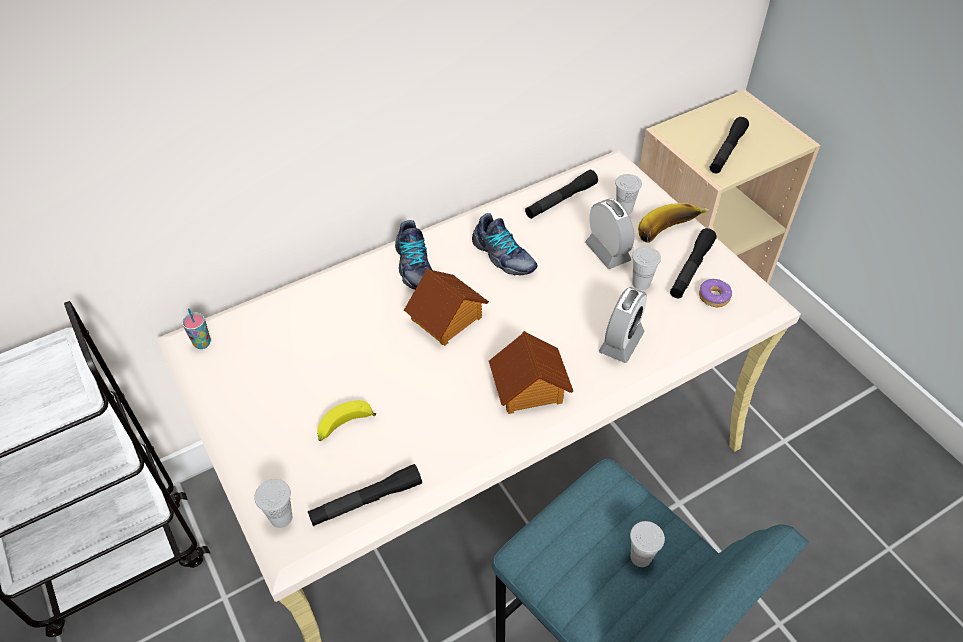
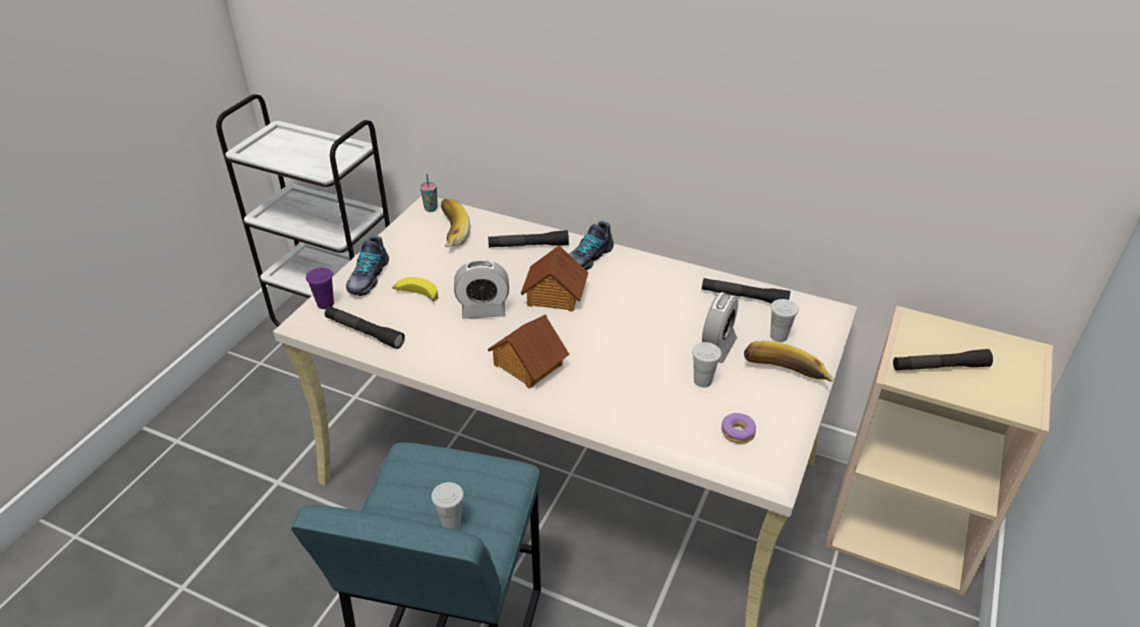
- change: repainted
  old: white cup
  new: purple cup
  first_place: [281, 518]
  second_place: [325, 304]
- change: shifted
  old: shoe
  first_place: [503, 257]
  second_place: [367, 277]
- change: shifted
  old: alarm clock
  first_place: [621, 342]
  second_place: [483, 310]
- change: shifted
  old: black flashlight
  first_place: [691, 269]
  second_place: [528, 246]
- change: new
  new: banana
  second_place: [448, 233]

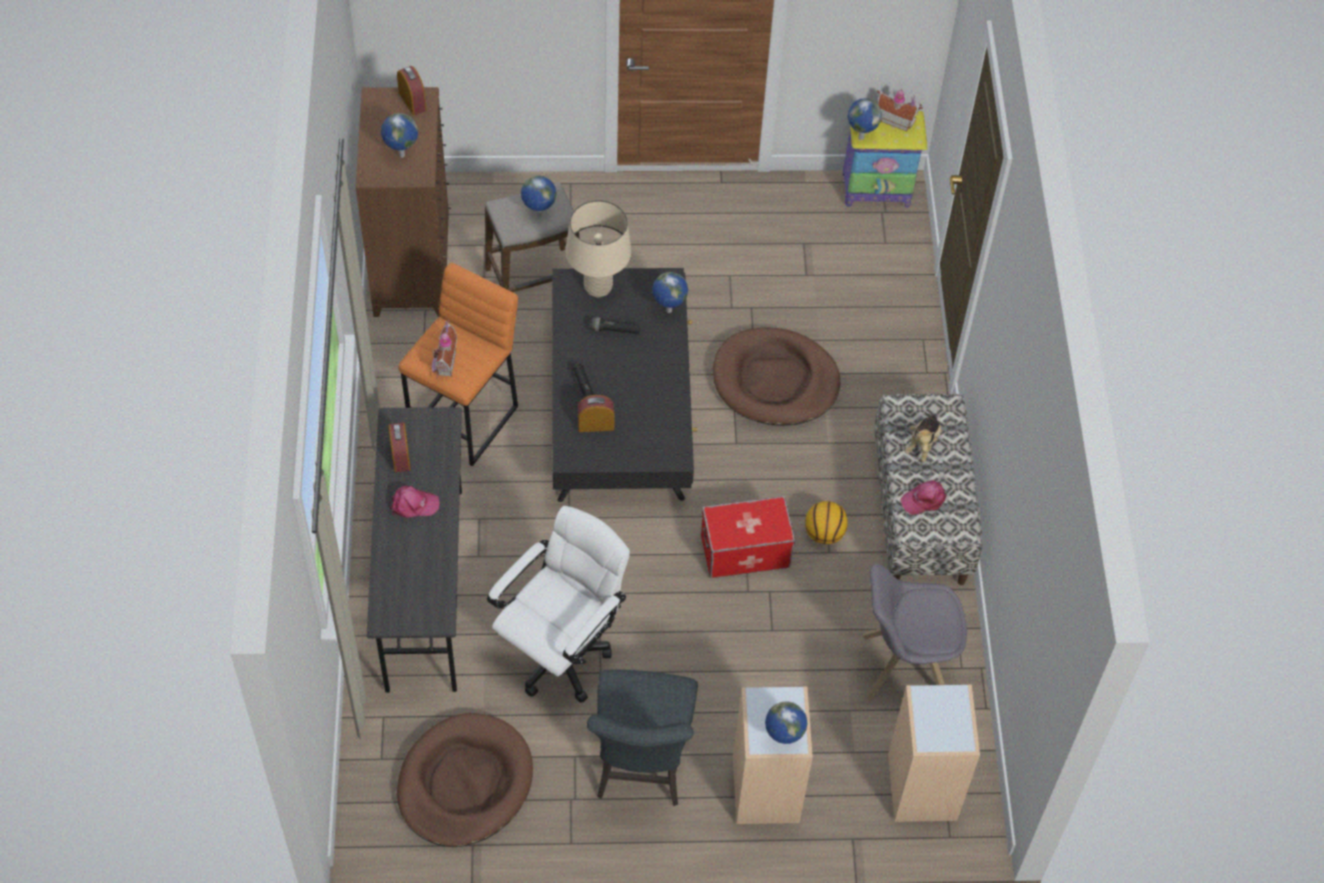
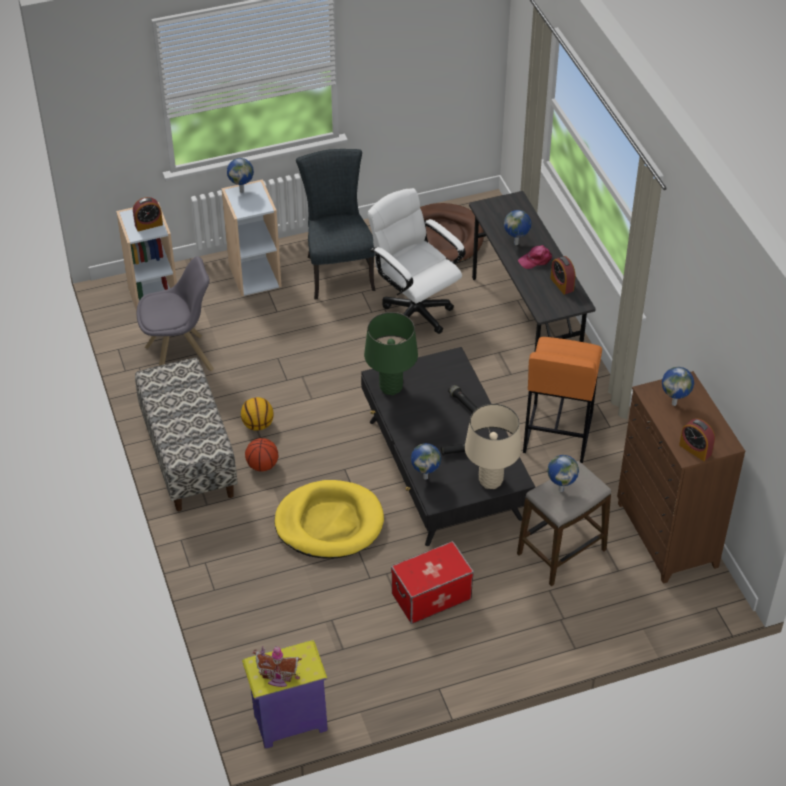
- change: gone
  old: toy house
  first_place: [443, 364]
- change: rotated
  old: white office chair
  first_place: [563, 654]
  second_place: [413, 312]
  degrees: 120
- change: shifted
  old: alarm clock
  first_place: [596, 425]
  second_place: [148, 224]
- change: shifted
  old: storage box
  first_place: [745, 551]
  second_place: [431, 595]
- change: repainted
  old: brown dog bed
  new: yellow dog bed
  first_place: [775, 381]
  second_place: [329, 523]
- change: shifted
  old: globe
  first_place: [860, 137]
  second_place: [516, 243]
- change: gone
  old: pink cap
  first_place: [924, 499]
- change: gone
  old: plush toy
  first_place: [923, 443]
- change: new
  new: basketball
  second_place: [262, 465]
- change: new
  new: green table lamp
  second_place: [391, 387]

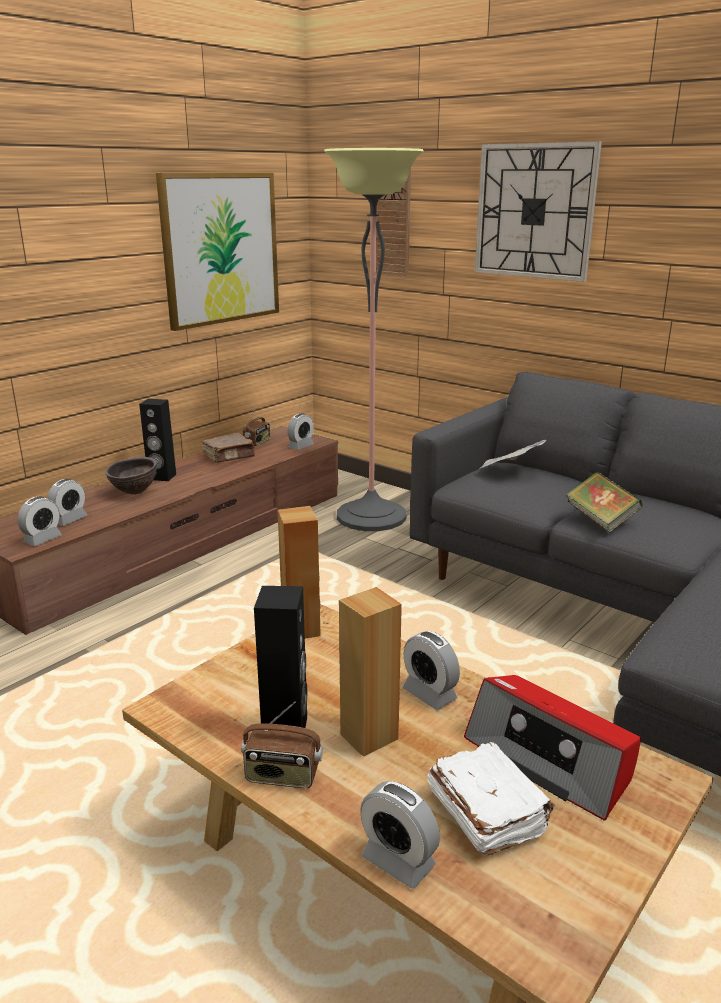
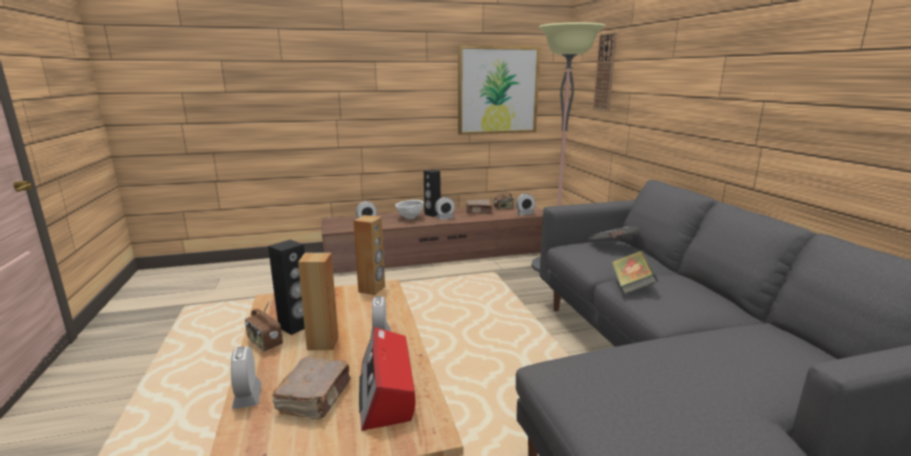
- change: shifted
  old: alarm clock
  first_place: [42, 539]
  second_place: [445, 218]
- change: repainted
  old: brown bowl
  new: white bowl
  first_place: [134, 492]
  second_place: [410, 218]
- change: repainted
  old: white book
  new: brown book
  first_place: [486, 812]
  second_place: [315, 397]
- change: gone
  old: wall clock
  first_place: [534, 211]

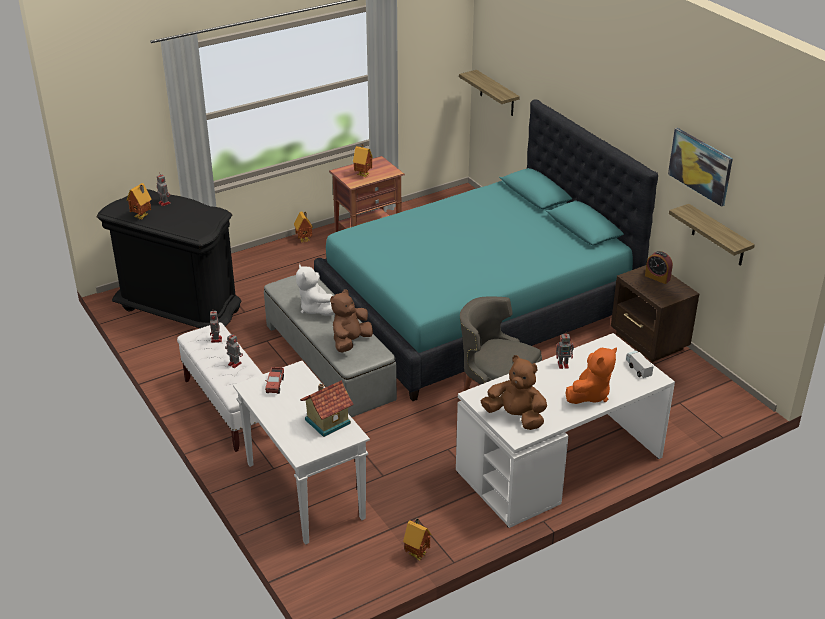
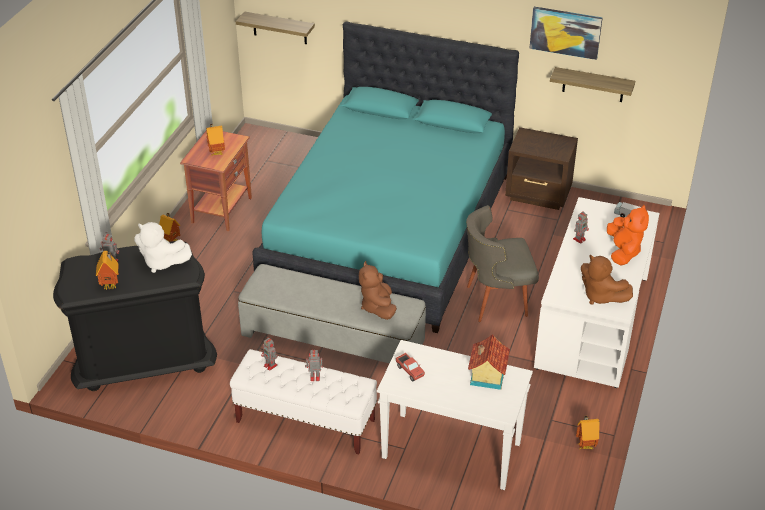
- change: shifted
  old: white plush toy
  first_place: [316, 309]
  second_place: [161, 262]
- change: rotated
  old: brown plush toy
  first_place: [515, 417]
  second_place: [600, 296]
  degrees: -120
- change: gone
  old: alarm clock
  first_place: [657, 277]

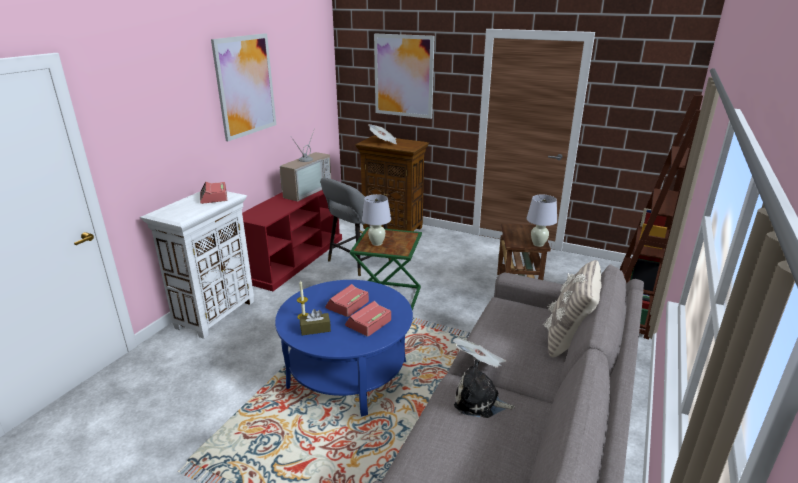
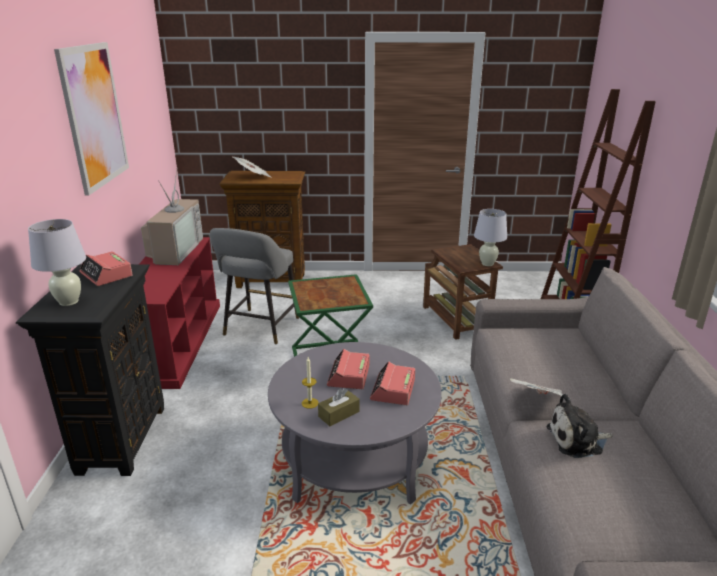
- change: repainted
  old: white cabinet
  new: black cabinet
  first_place: [216, 314]
  second_place: [121, 438]
- change: repainted
  old: blue coffee table
  new: grey coffee table
  first_place: [347, 374]
  second_place: [355, 461]
- change: shifted
  old: white table lamp
  first_place: [376, 243]
  second_place: [68, 302]
- change: gone
  old: picture
  first_place: [403, 76]
- change: gone
  old: beige pillow
  first_place: [566, 337]

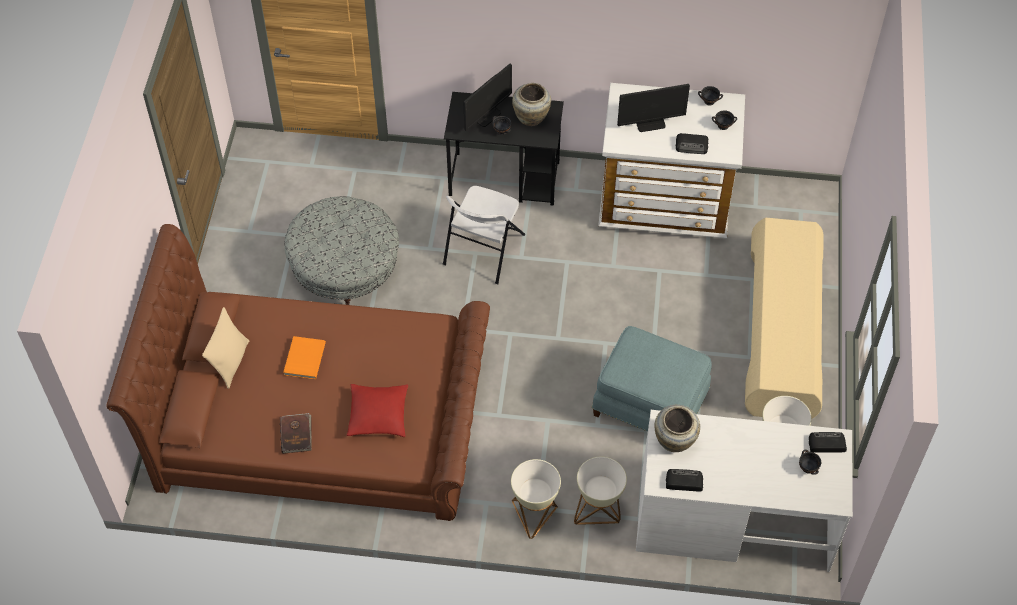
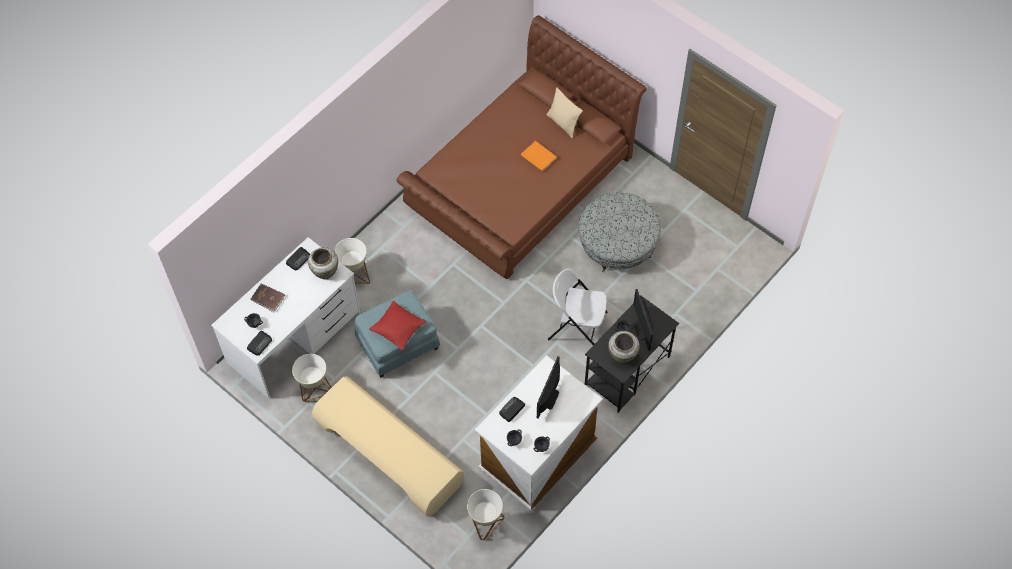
- change: shifted
  old: brown book
  first_place: [296, 434]
  second_place: [268, 298]
- change: shifted
  old: red pillow
  first_place: [378, 415]
  second_place: [398, 328]
- change: rotated
  old: white chair
  first_place: [483, 249]
  second_place: [577, 325]
  degrees: -45
- change: shifted
  old: planter
  first_place: [534, 514]
  second_place: [485, 524]

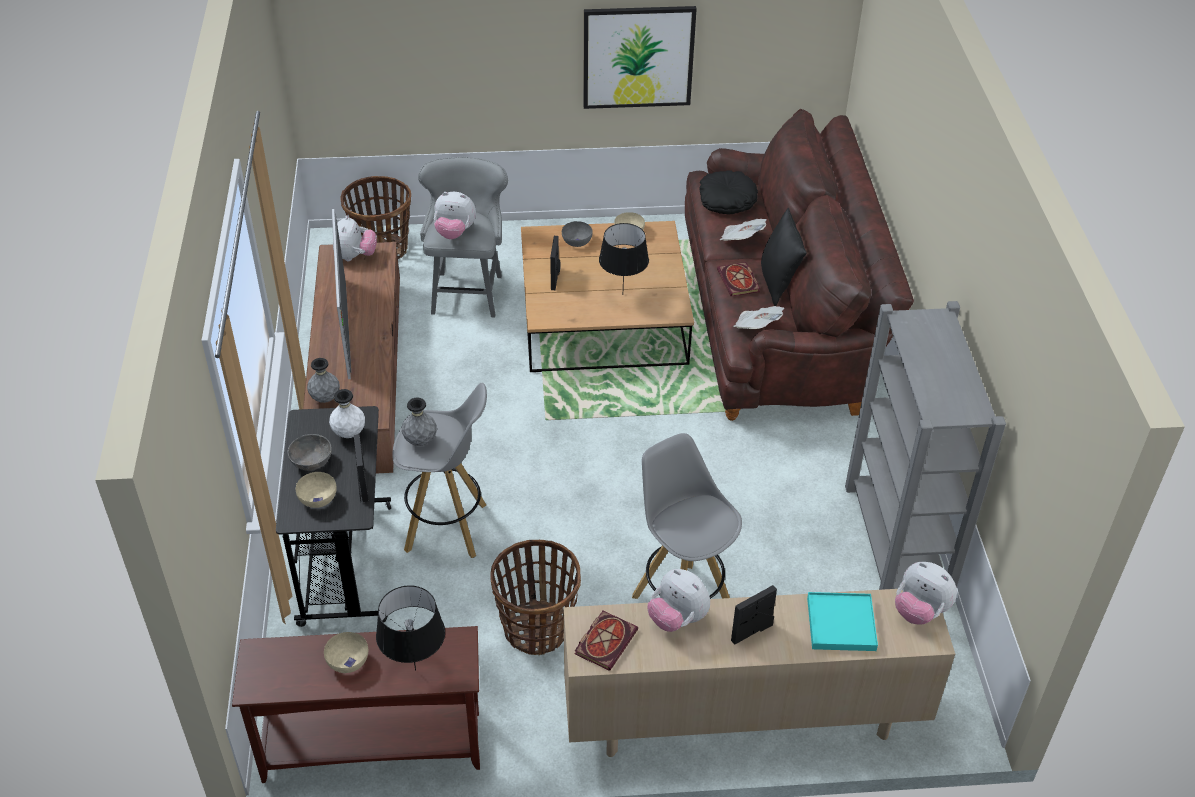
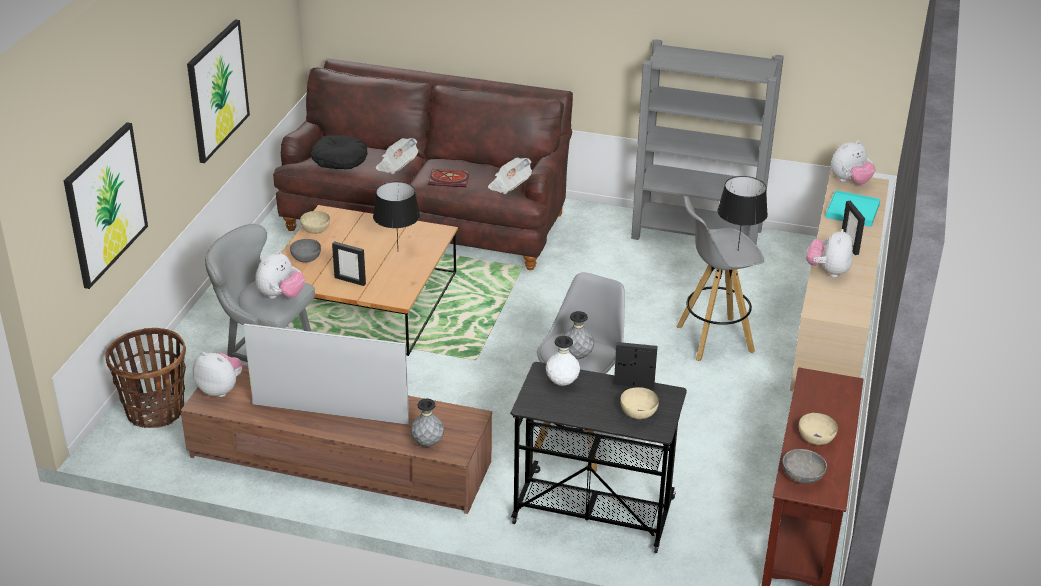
- change: shifted
  old: grey bowl
  first_place: [311, 461]
  second_place: [802, 476]
- change: shifted
  old: black table lamp
  first_place: [415, 670]
  second_place: [737, 250]
- change: gone
  old: basket
  first_place: [536, 628]
- change: gone
  old: book
  first_place: [605, 640]
- change: rotated
  old: plush toy
  first_place: [677, 618]
  second_place: [828, 271]
  degrees: 135
- change: gone
  old: black pillow
  first_place: [778, 283]
- change: new
  new: picture
  second_place: [105, 204]

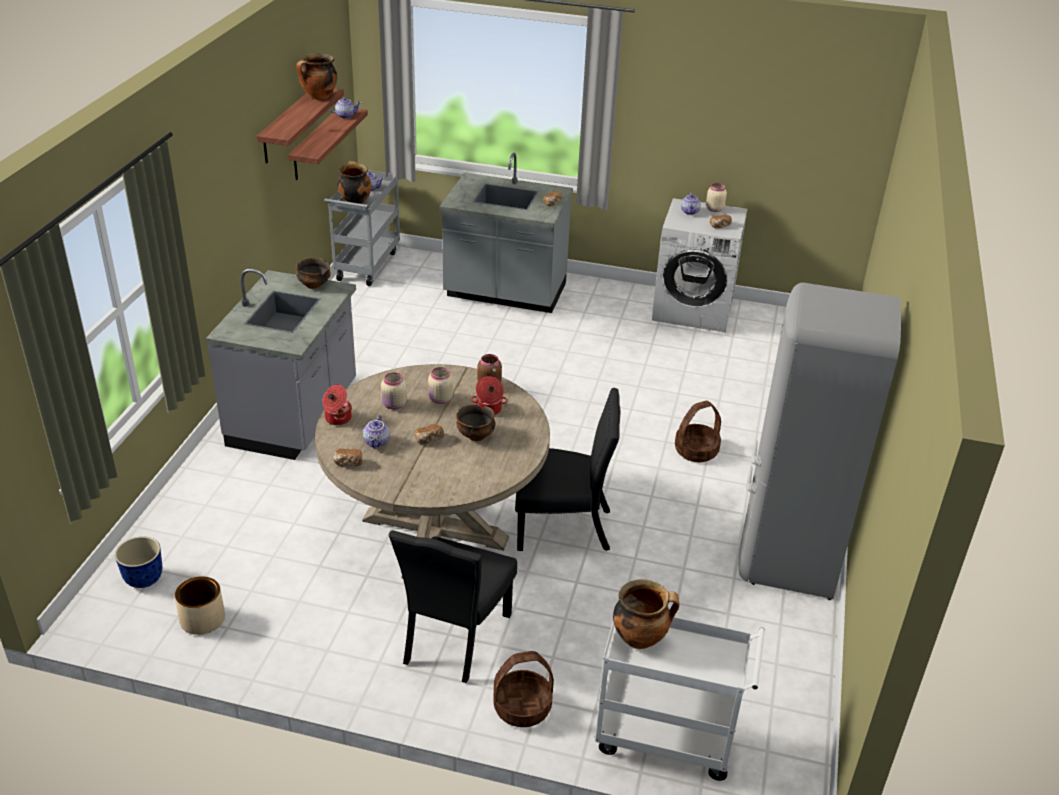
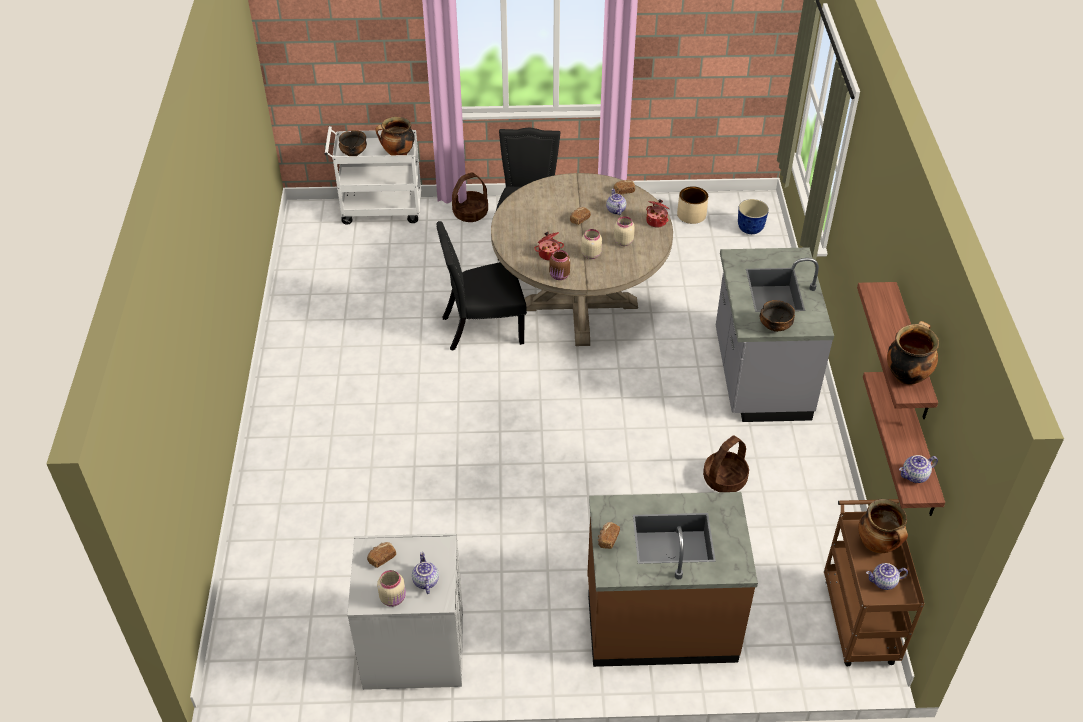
- change: repainted
  old: grey cart
  new: brown cart
  first_place: [366, 267]
  second_place: [857, 620]
- change: repainted
  old: grey counter
  new: brown counter
  first_place: [505, 292]
  second_place: [660, 620]
- change: shifted
  old: bowl
  first_place: [476, 435]
  second_place: [353, 153]
- change: shifted
  old: basket
  first_place: [696, 451]
  second_place: [724, 478]
- change: gone
  old: grey fridge
  first_place: [785, 559]

